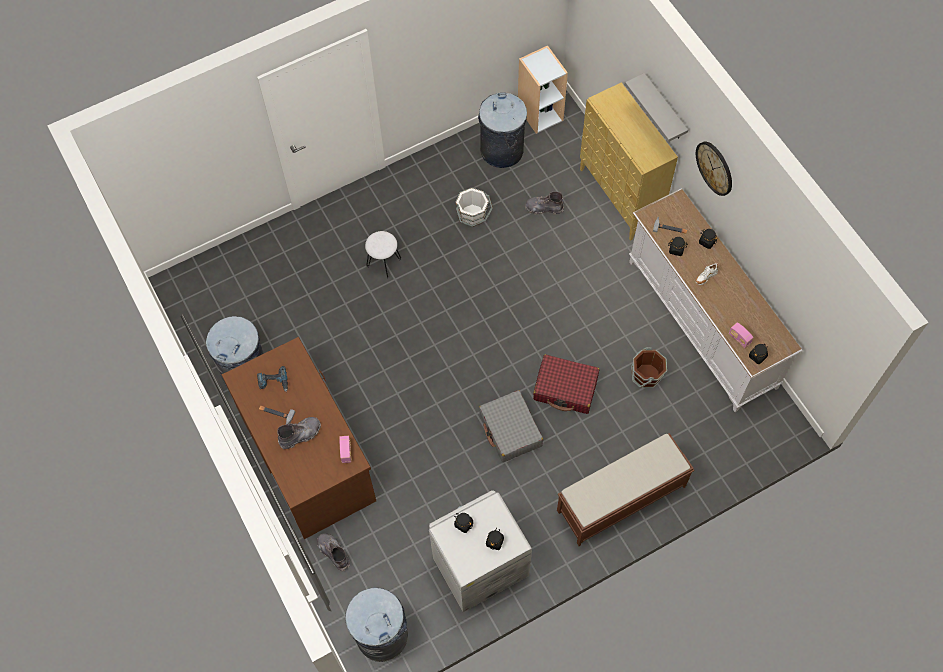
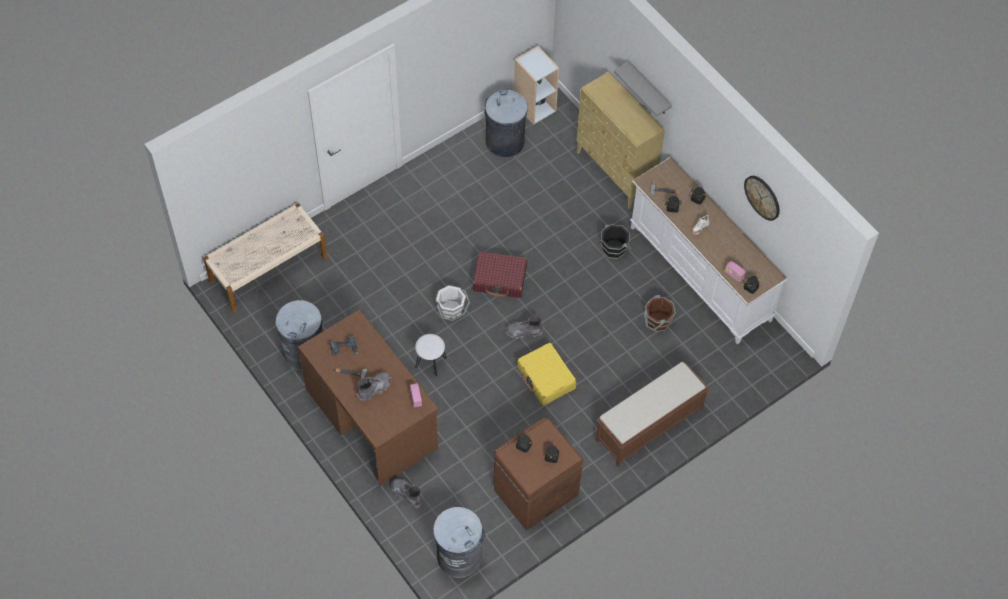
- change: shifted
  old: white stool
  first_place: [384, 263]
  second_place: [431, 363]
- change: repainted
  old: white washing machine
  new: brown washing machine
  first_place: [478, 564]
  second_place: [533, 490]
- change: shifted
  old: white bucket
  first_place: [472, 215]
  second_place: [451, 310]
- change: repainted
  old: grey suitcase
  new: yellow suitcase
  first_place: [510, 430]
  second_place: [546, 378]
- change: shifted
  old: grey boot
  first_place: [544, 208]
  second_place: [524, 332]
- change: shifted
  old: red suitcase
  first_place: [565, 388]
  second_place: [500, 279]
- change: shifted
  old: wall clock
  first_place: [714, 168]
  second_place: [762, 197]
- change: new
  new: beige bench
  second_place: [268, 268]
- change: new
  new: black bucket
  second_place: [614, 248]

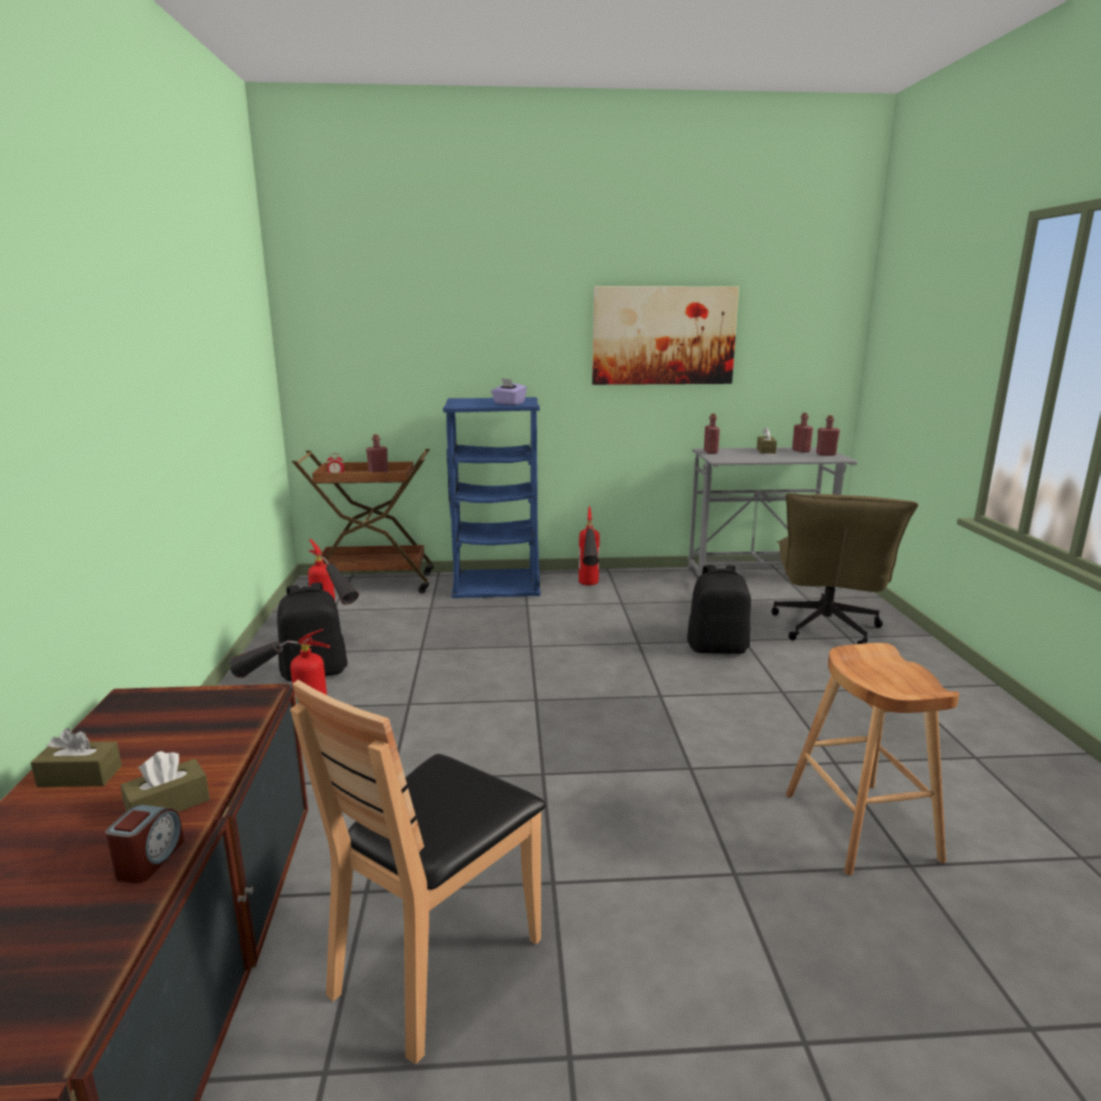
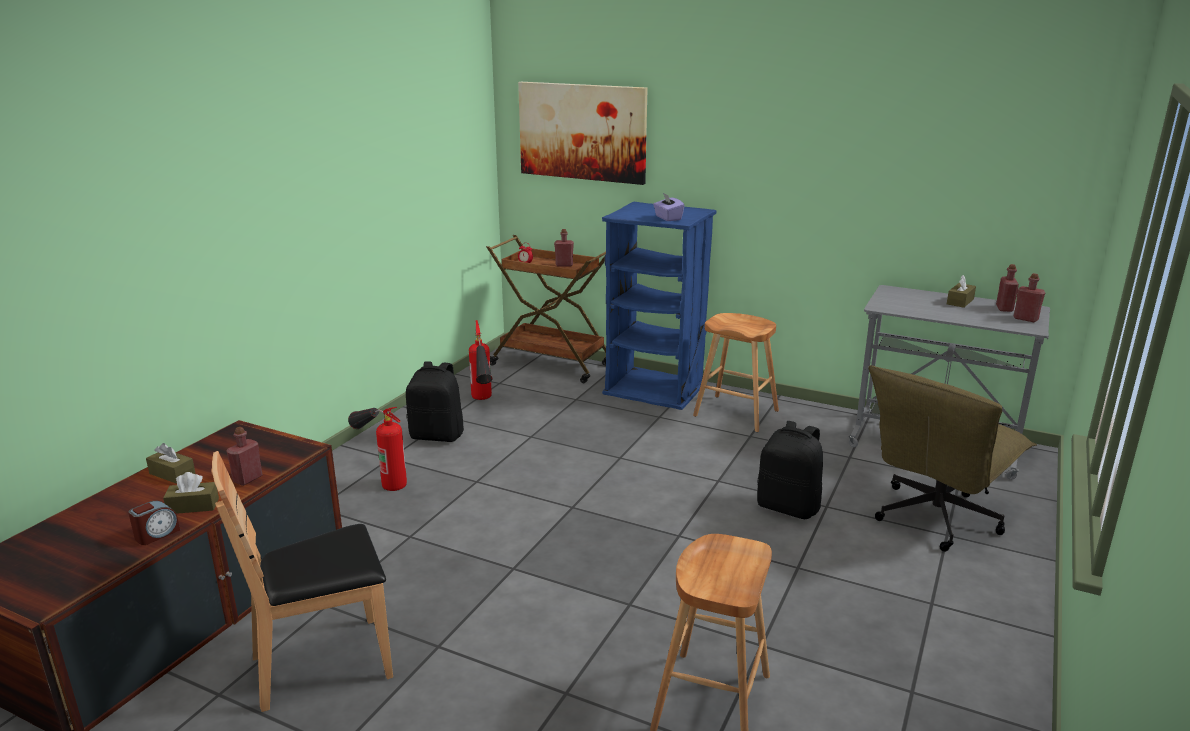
- change: swapped
  old: fire extinguisher
  new: brown stool
  first_place: [589, 588]
  second_place: [735, 413]
- change: shifted
  old: picture
  first_place: [663, 336]
  second_place: [582, 132]
- change: shifted
  old: red bottle
  first_place: [710, 452]
  second_place: [248, 479]

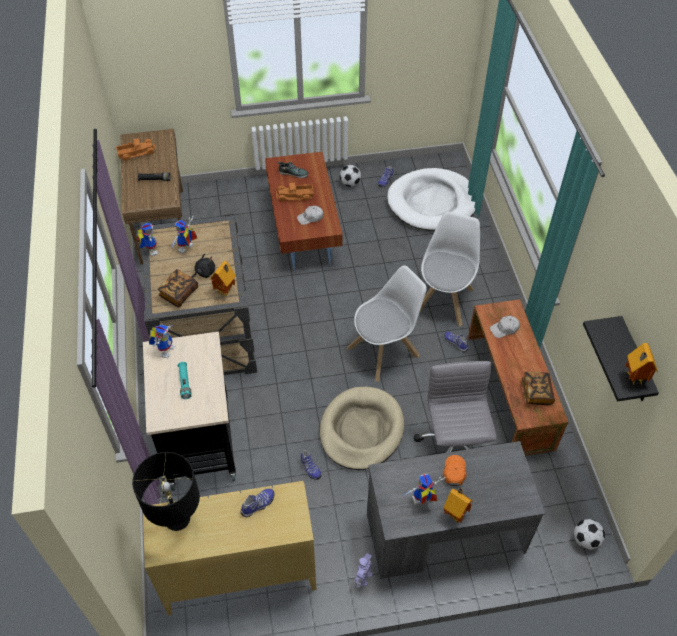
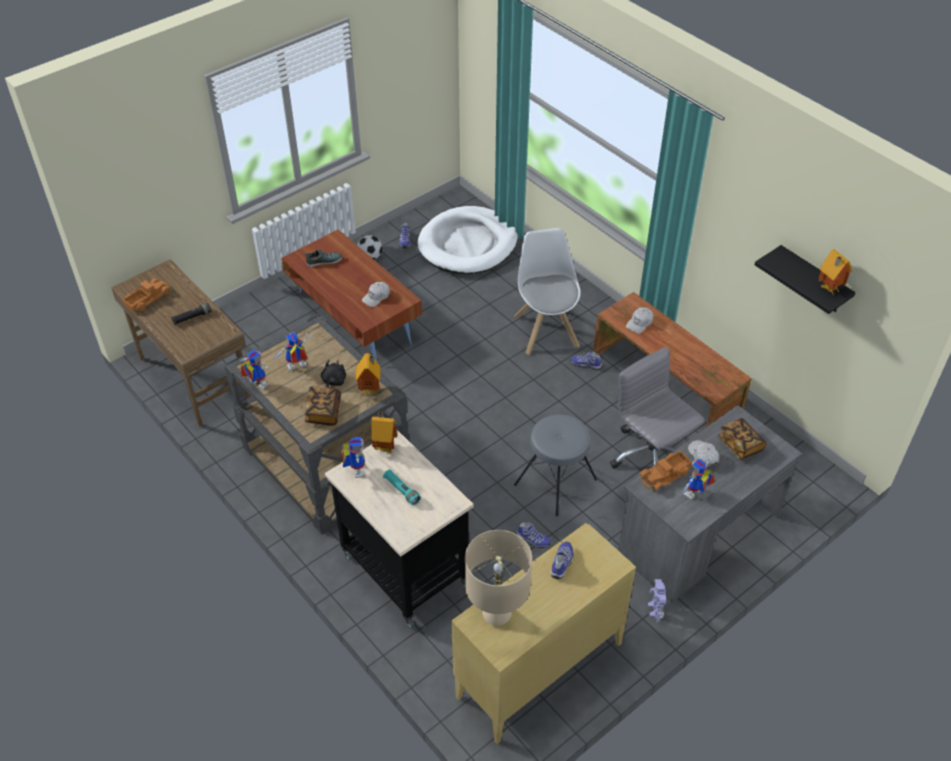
- change: repainted
  old: black table lamp
  new: beige table lamp
  first_place: [178, 520]
  second_place: [497, 614]
- change: rotated
  old: toy robot
  first_place: [186, 250]
  second_place: [296, 368]
  degrees: 60
- change: shifted
  old: toy truck
  first_place: [295, 196]
  second_place: [665, 475]
- change: swapped
  old: beige dog bed
  new: grey stool
  first_place: [361, 430]
  second_place: [556, 482]
- change: gone
  old: chair
  first_place: [385, 351]
- change: repainted
  old: orange cap
  new: white cap
  first_place: [454, 472]
  second_place: [703, 456]
- change: shifted
  old: toy house
  first_place: [455, 513]
  second_place: [385, 447]
- change: shifted
  old: book
  first_place: [536, 393]
  second_place: [740, 445]
- change: gone
  old: football
  first_place: [585, 540]

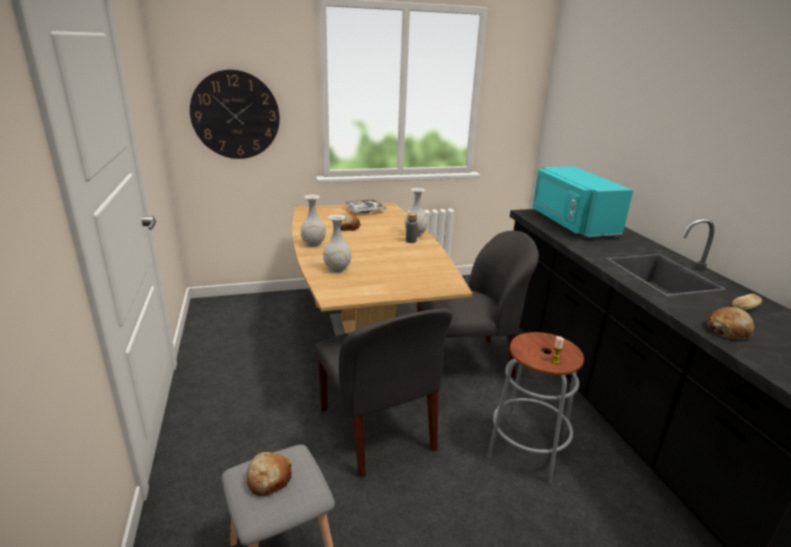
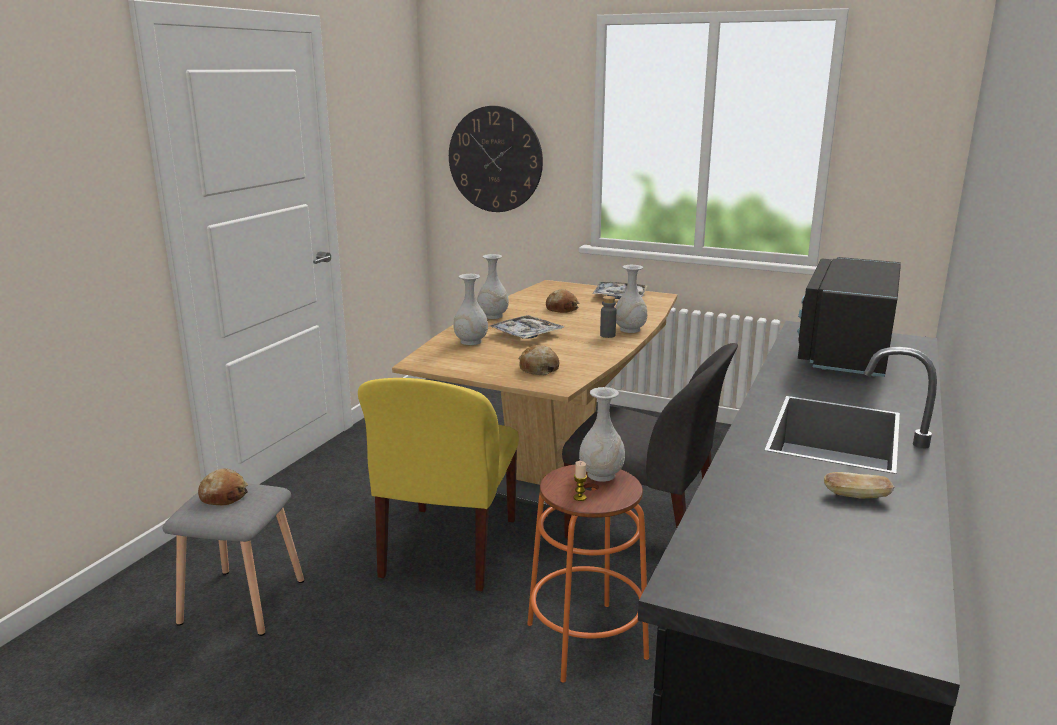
- change: repainted
  old: grey chair
  new: yellow chair
  first_place: [378, 431]
  second_place: [448, 550]
- change: repainted
  old: grey stool
  new: orange stool
  first_place: [527, 449]
  second_place: [586, 640]
- change: repainted
  old: turquoise microwave
  new: black microwave
  first_place: [571, 223]
  second_place: [844, 351]
- change: shifted
  old: bread
  first_place: [728, 330]
  second_place: [538, 369]
- change: new
  new: tray
  second_place: [526, 334]
- change: new
  new: white vase
  second_place: [602, 475]

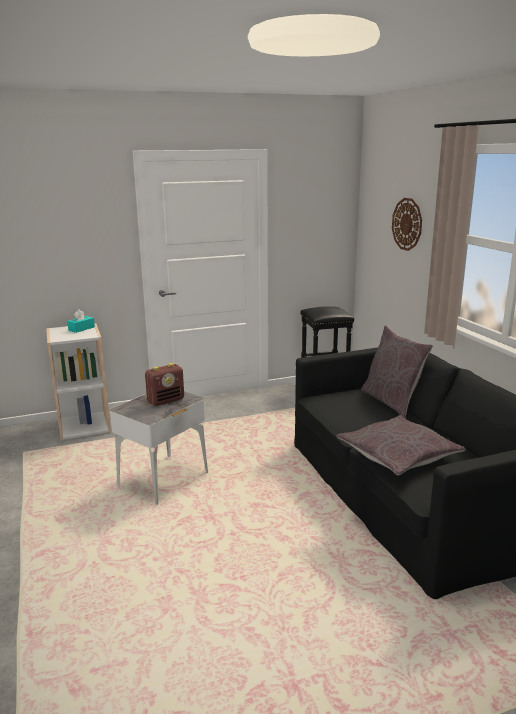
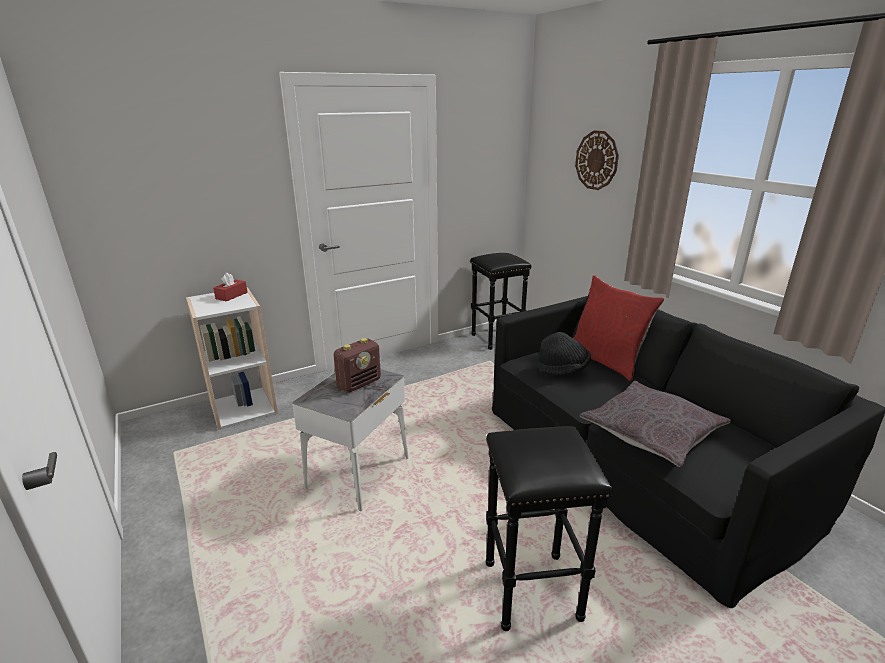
- change: repainted
  old: turquoise tissue box
  new: red tissue box
  first_place: [81, 329]
  second_place: [231, 295]
- change: repainted
  old: grey pillow
  new: red pillow
  first_place: [392, 402]
  second_place: [606, 360]
- change: new
  new: black stool
  second_place: [529, 589]
- change: new
  new: black hat
  second_place: [562, 370]

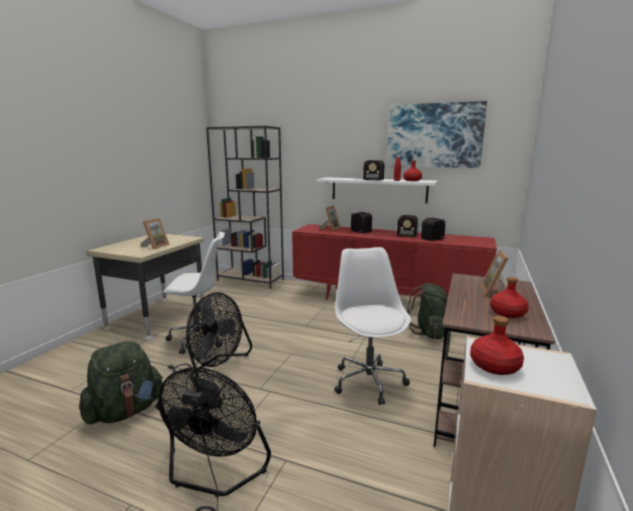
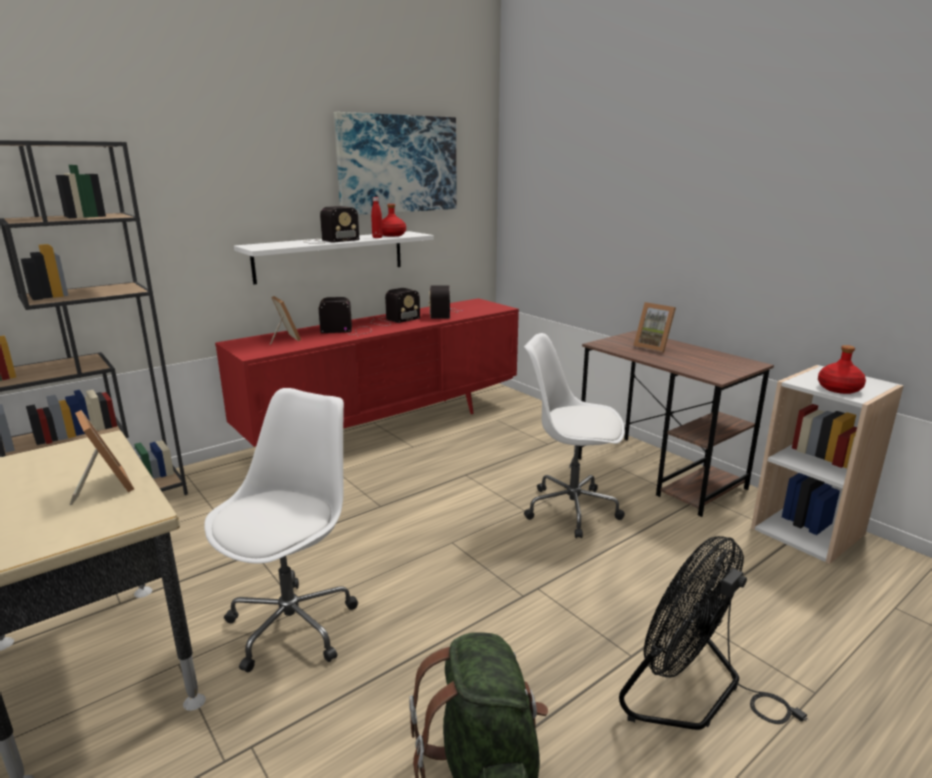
- change: gone
  old: black fan
  first_place: [211, 369]
- change: gone
  old: green backpack
  first_place: [430, 332]
- change: gone
  old: red bottle
  first_place: [507, 313]

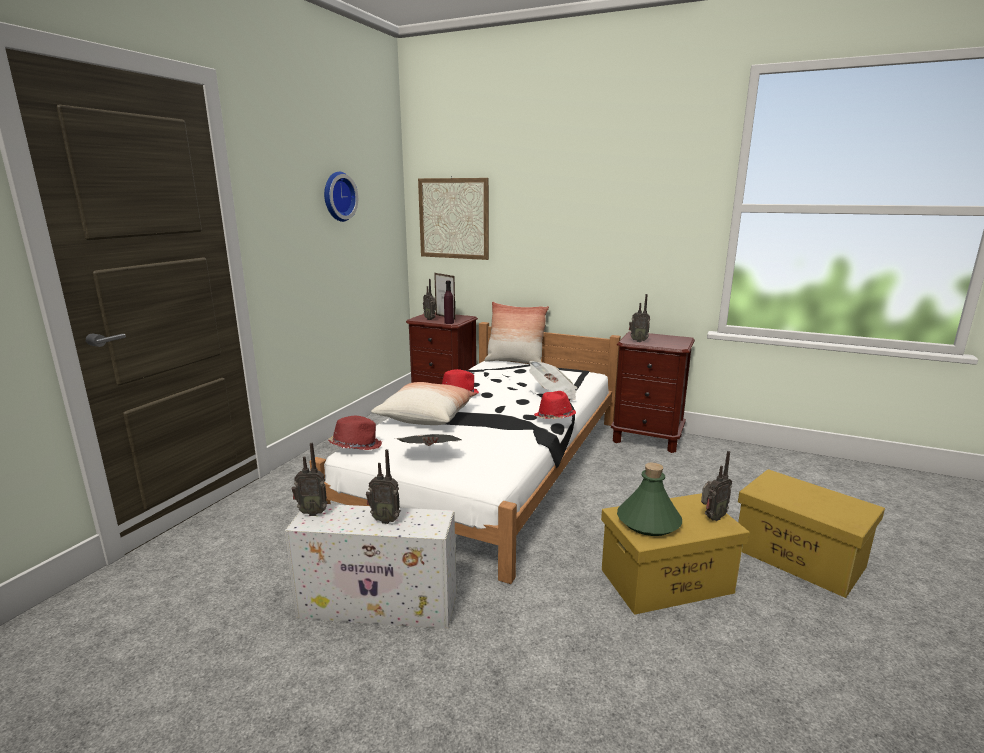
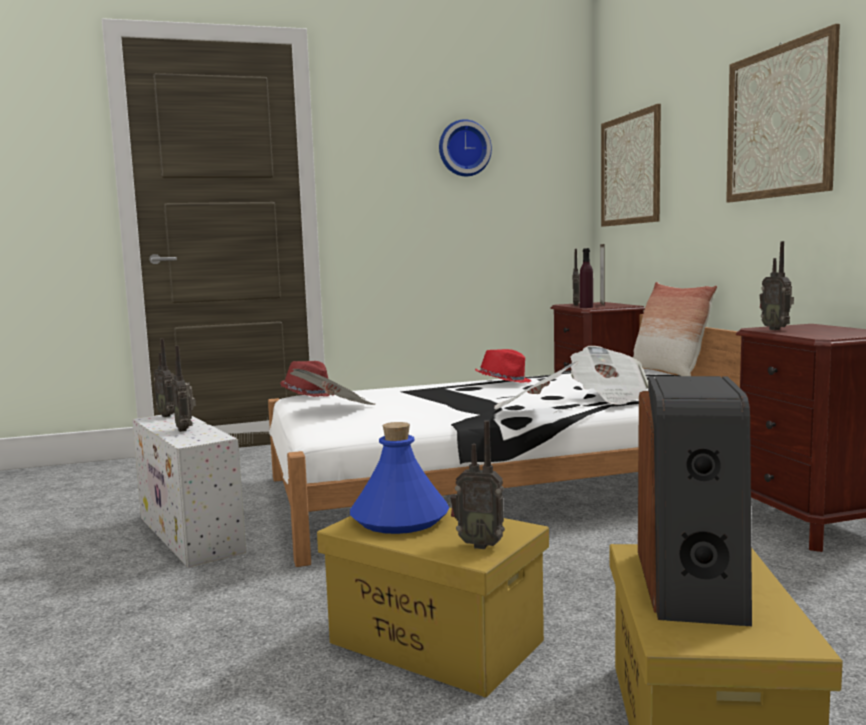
- change: gone
  old: pillow
  first_place: [427, 416]
- change: swapped
  old: red hat
  new: newspaper
  first_place: [554, 418]
  second_place: [532, 411]
- change: repainted
  old: green bottle
  new: blue bottle
  first_place: [648, 521]
  second_place: [399, 519]
- change: new
  new: speaker
  second_place: [693, 584]
- change: new
  new: picture
  second_place: [779, 120]

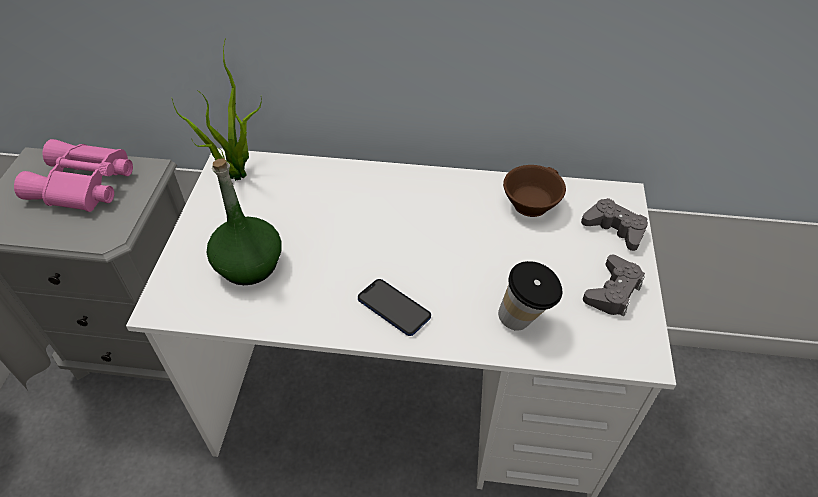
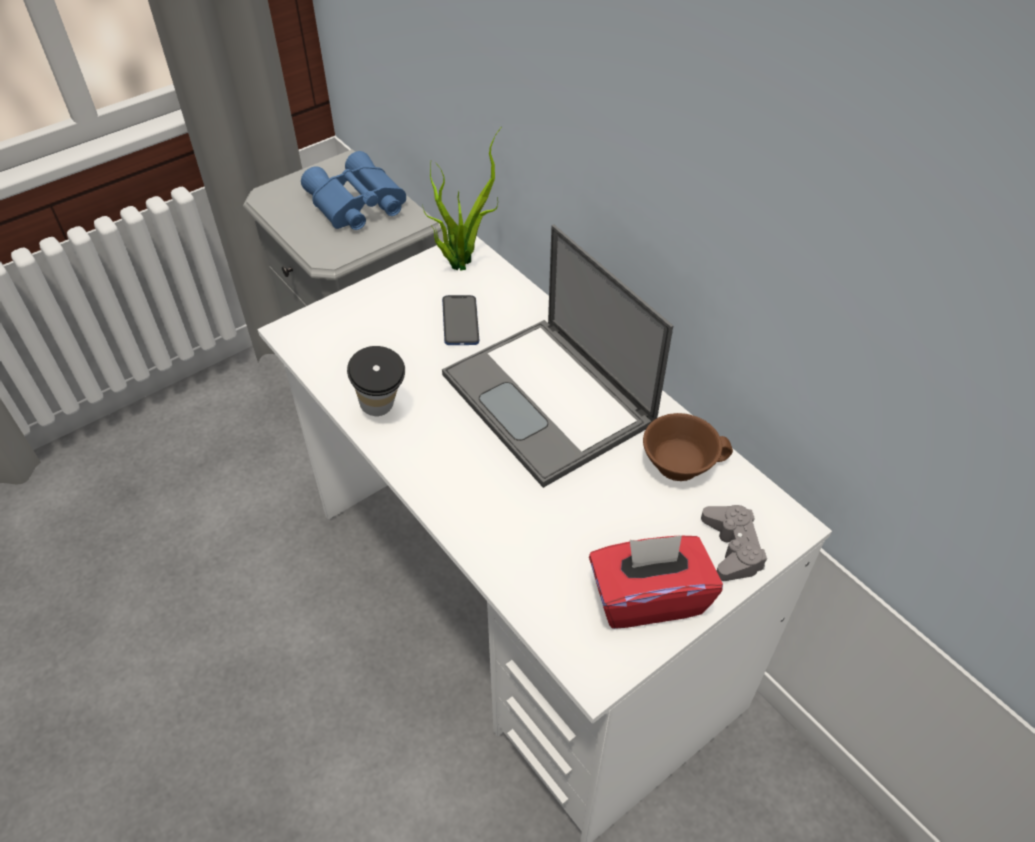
- change: repainted
  old: pink binoculars
  new: blue binoculars
  first_place: [83, 186]
  second_place: [355, 205]
- change: gone
  old: green bottle
  first_place: [249, 265]
- change: shifted
  old: phone
  first_place: [394, 308]
  second_place: [460, 321]
- change: shifted
  old: cup
  first_place: [525, 320]
  second_place: [382, 412]
- change: swapped
  old: grey game controller
  new: red tissue box
  first_place: [613, 291]
  second_place: [648, 597]
- change: new
  new: laptop
  second_place: [550, 400]

